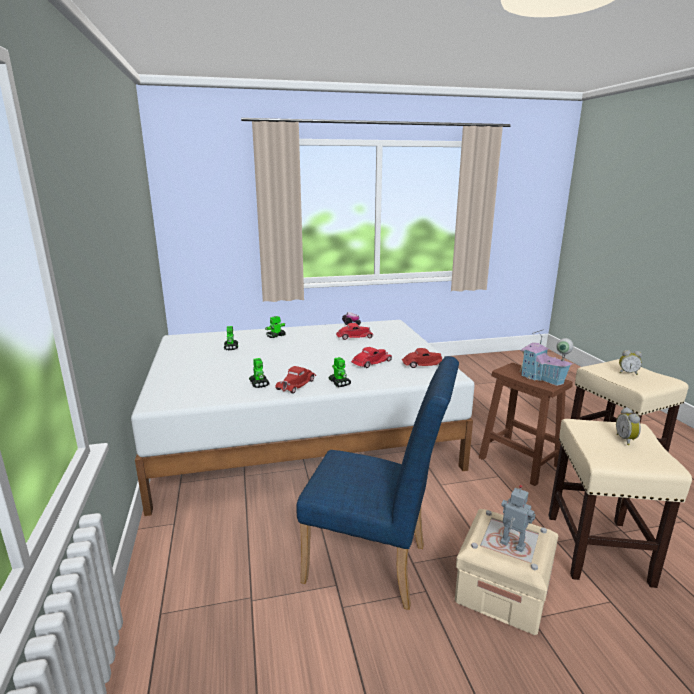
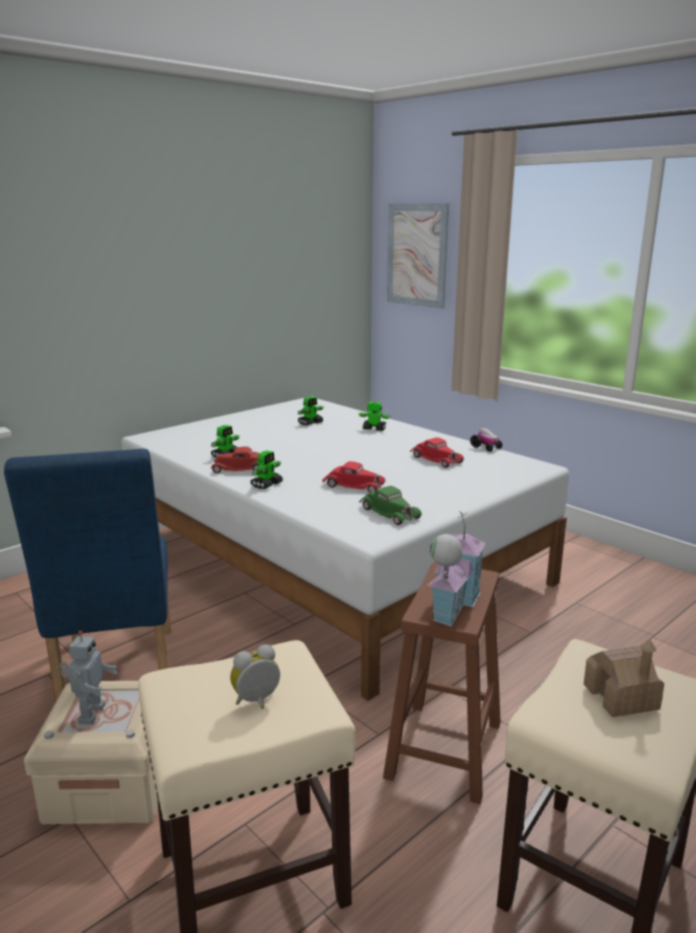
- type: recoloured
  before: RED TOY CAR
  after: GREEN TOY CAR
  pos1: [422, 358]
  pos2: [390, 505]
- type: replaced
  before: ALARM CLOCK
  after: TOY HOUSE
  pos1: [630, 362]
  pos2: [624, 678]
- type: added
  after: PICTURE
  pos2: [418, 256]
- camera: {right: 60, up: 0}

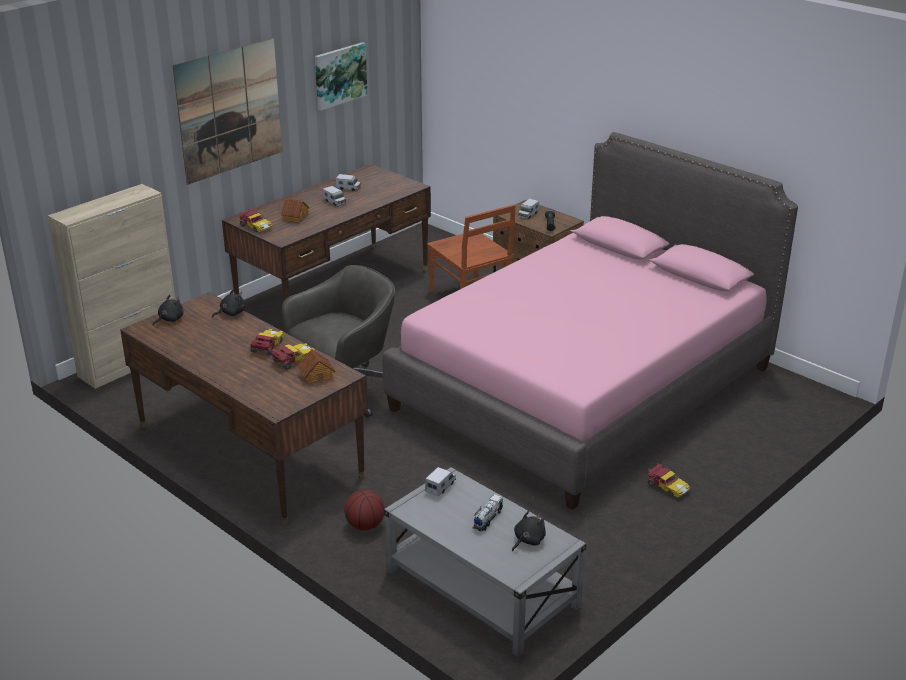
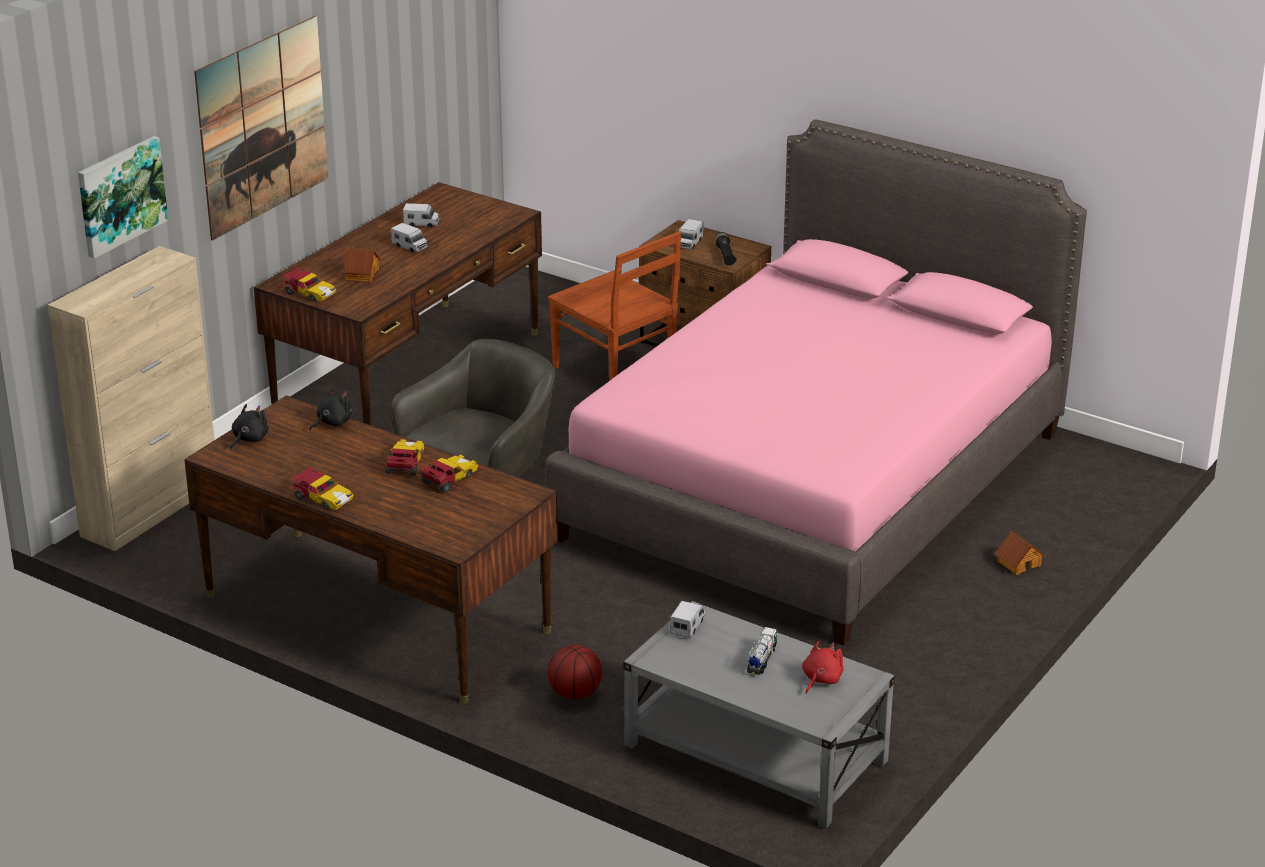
- type: moved
  before: TOY HOUSE
  pos1: [316, 366]
  pos2: [1019, 553]
- type: moved
  before: PICTURE
  pos1: [341, 76]
  pos2: [123, 197]
- type: recoloured
  before: BLACK PLUSH TOY
  after: RED PLUSH TOY
  pos1: [529, 530]
  pos2: [823, 667]
- type: moved
  before: TOY CAR
  pos1: [669, 480]
  pos2: [323, 488]
- camera: {right: -10, up: 0}

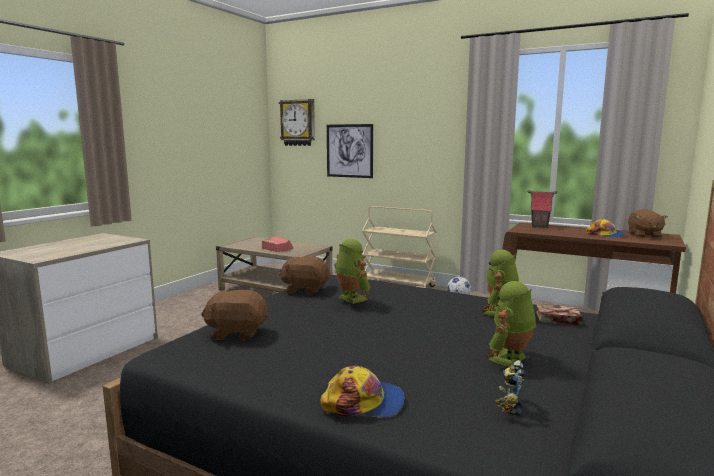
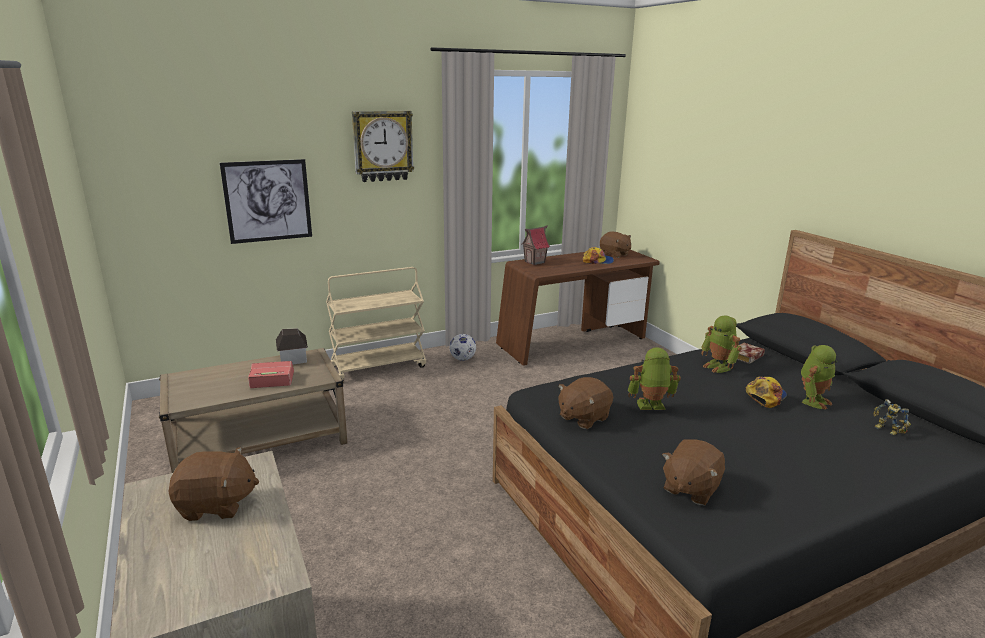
- type: moved
  before: WALL CLOCK
  pos1: [297, 122]
  pos2: [383, 146]
- type: moved
  before: CAP
  pos1: [362, 392]
  pos2: [766, 392]
- type: turned
  before: TOY ROBOT
  pos1: [511, 324]
  pos2: [819, 377]
  turn: -120
- type: added
  after: BROWN PLUSH TOY
  pos2: [213, 484]
- type: added
  after: TOY HOUSE
  pos2: [292, 346]
- camera: {right: -55, up: 10}

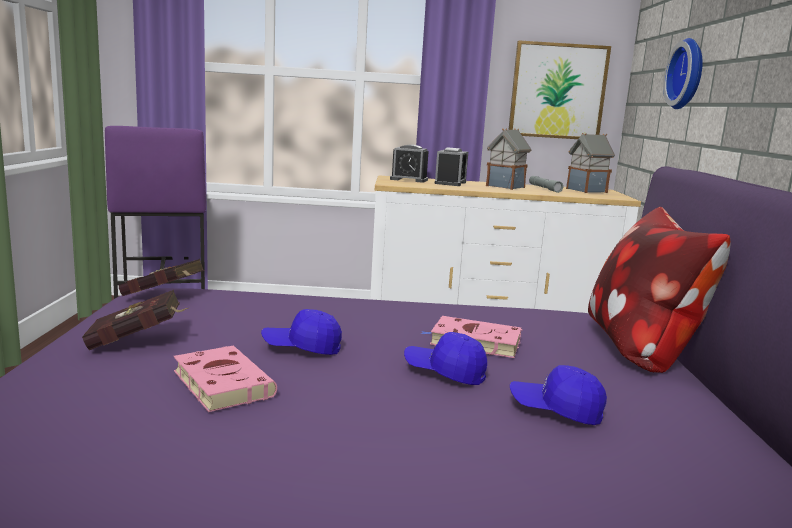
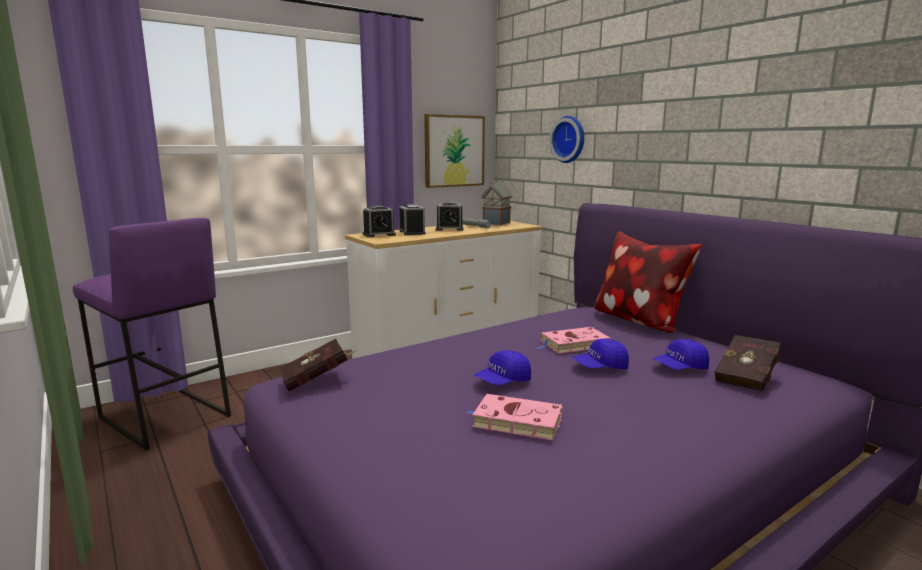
- type: moved
  before: RED BOOK
  pos1: [136, 320]
  pos2: [748, 363]
- type: replaced
  before: TOY HOUSE
  after: ALARM CLOCK
  pos1: [509, 159]
  pos2: [450, 216]
- camera: {right: -35, up: 0}

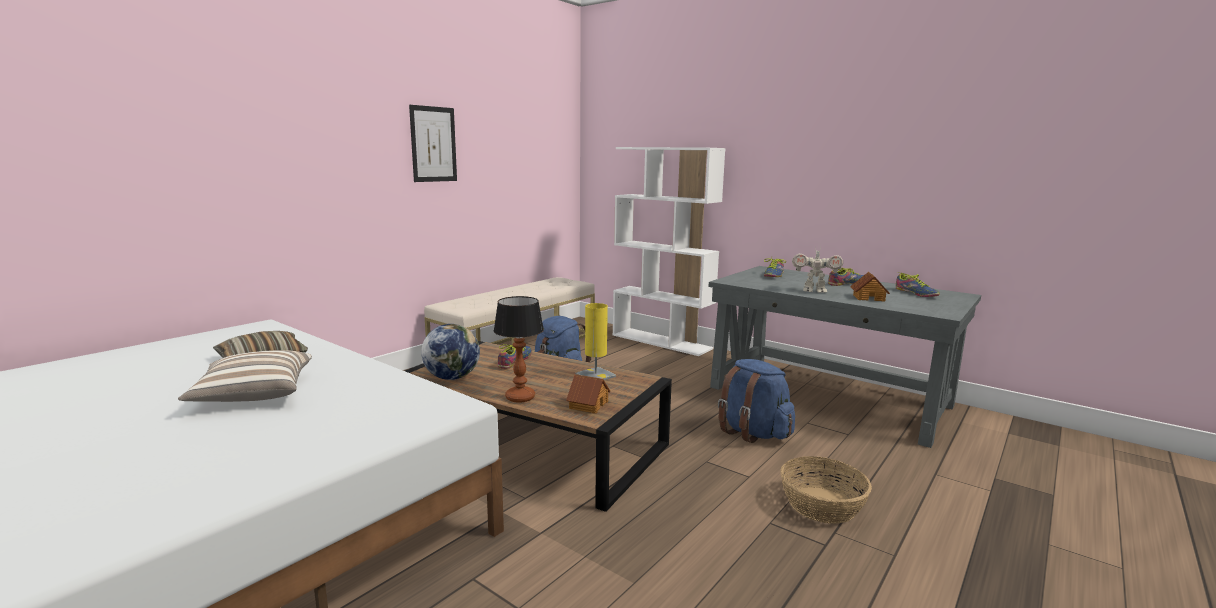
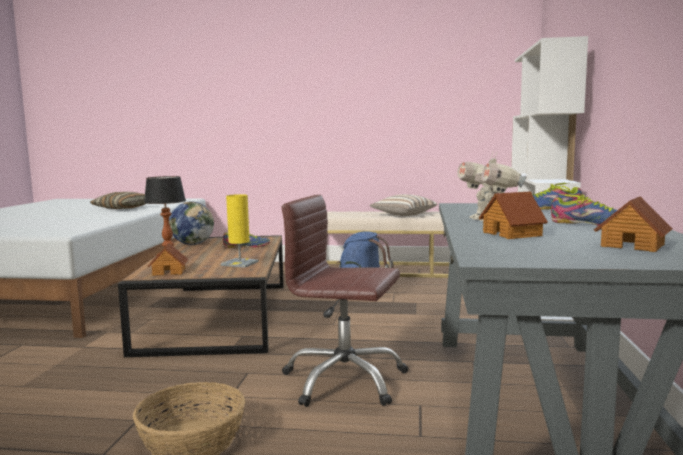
- type: moved
  before: PILLOW
  pos1: [245, 376]
  pos2: [403, 205]
- type: removed
  before: PICTURE
  pos1: [433, 143]
- type: replaced
  before: BLUE BACKPACK
  after: BROWN OFFICE CHAIR
  pos1: [756, 401]
  pos2: [345, 301]
- type: replaced
  before: SHOE
  after: TOY HOUSE
  pos1: [918, 284]
  pos2: [633, 224]
- camera: {right: 60, up: -5}

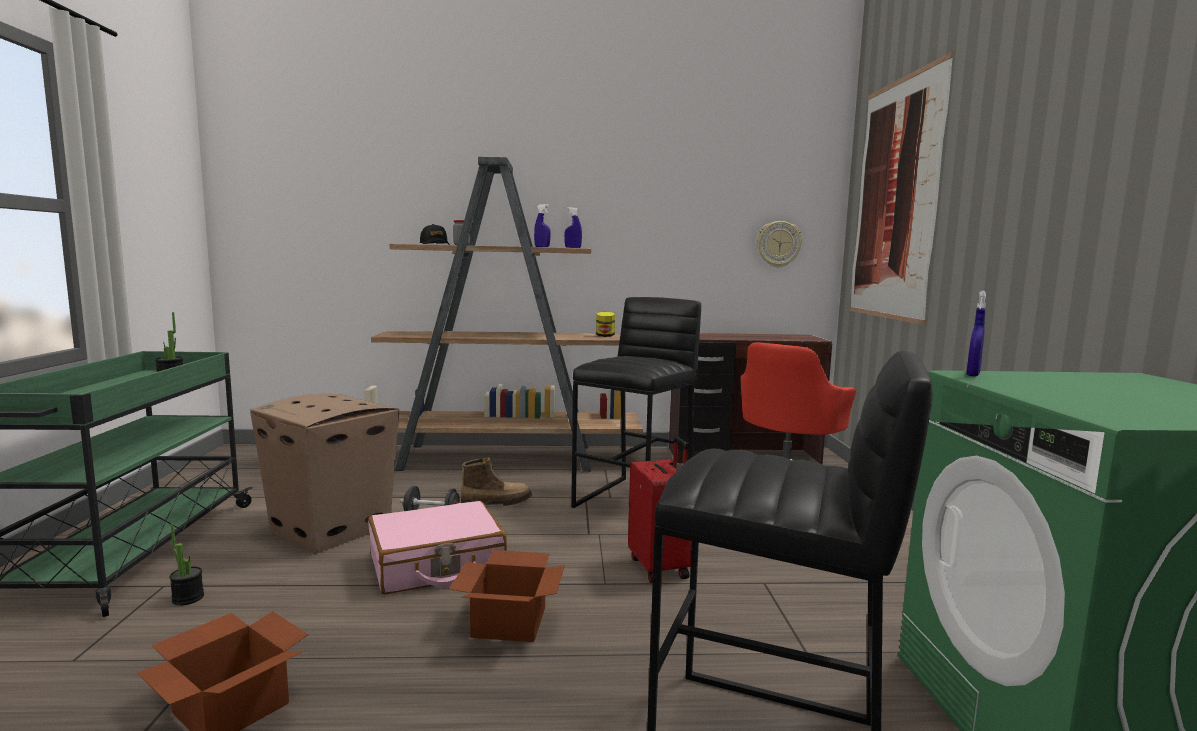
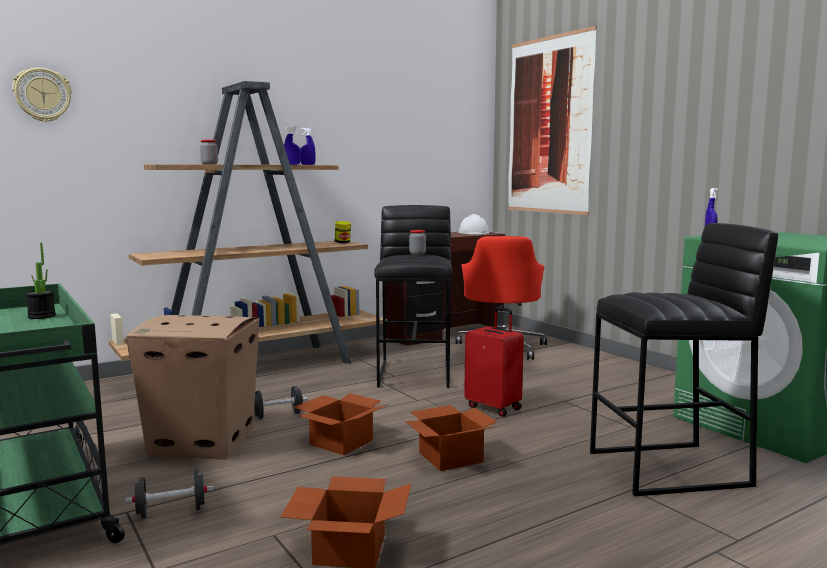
- type: replaced
  before: POTTED PLANT
  after: BLACK DUMBBELL
  pos1: [186, 564]
  pos2: [169, 494]
- type: replaced
  before: PINK SUITCASE
  after: CARDBOARD BOX
  pos1: [437, 547]
  pos2: [341, 424]
- type: removed
  before: BLACK CAP
  pos1: [435, 234]
- type: removed
  before: BOOT
  pos1: [496, 481]
- type: moved
  before: WALL CLOCK
  pos1: [779, 244]
  pos2: [42, 95]
- type: added
  after: JAR
  pos2: [417, 242]
- type: added
  after: WHITE HARD HAT
  pos2: [473, 224]
- camera: {right: -30, up: 0}

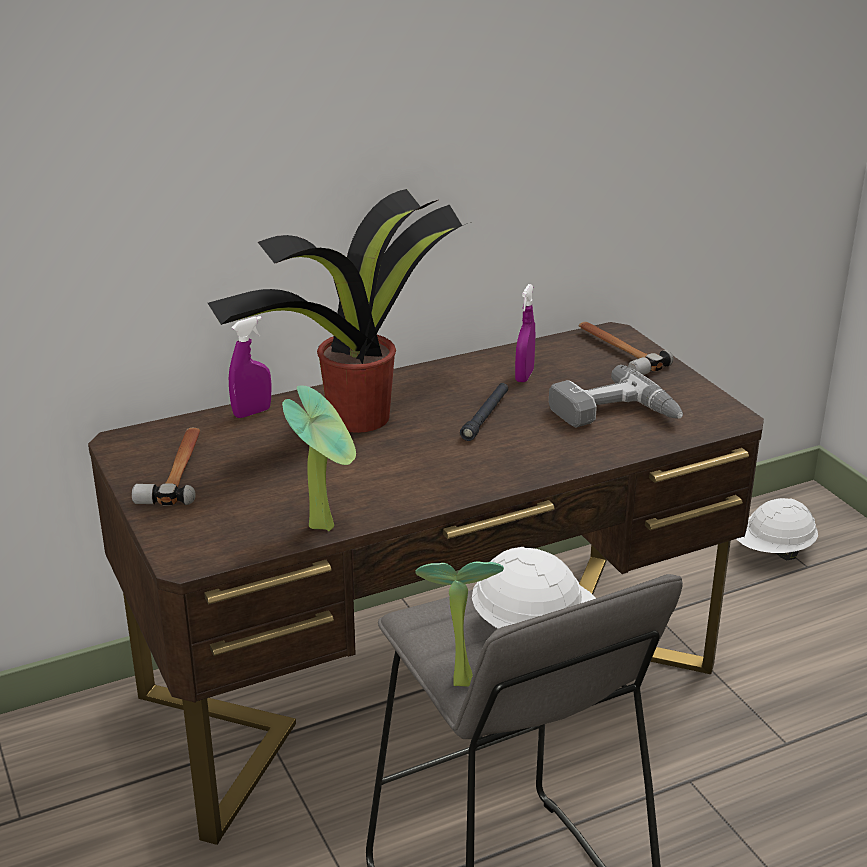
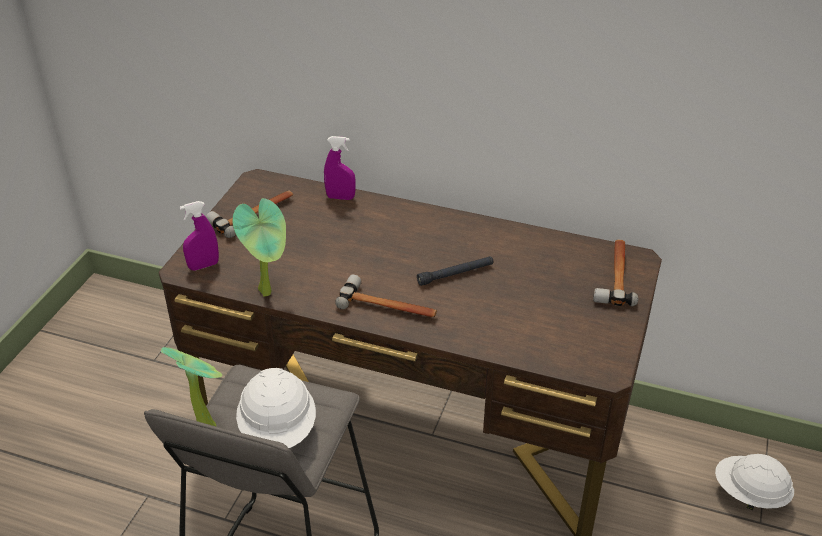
- type: removed
  before: POTTED PLANT
  pos1: [339, 311]
- type: moved
  before: PURPLE SPRAY BOTTLE
  pos1: [525, 333]
  pos2: [199, 235]
- type: removed
  before: POWER DRILL
  pos1: [616, 396]
- type: added
  after: HAMMER
  pos2: [386, 296]
- camera: {right: 45, up: 10}

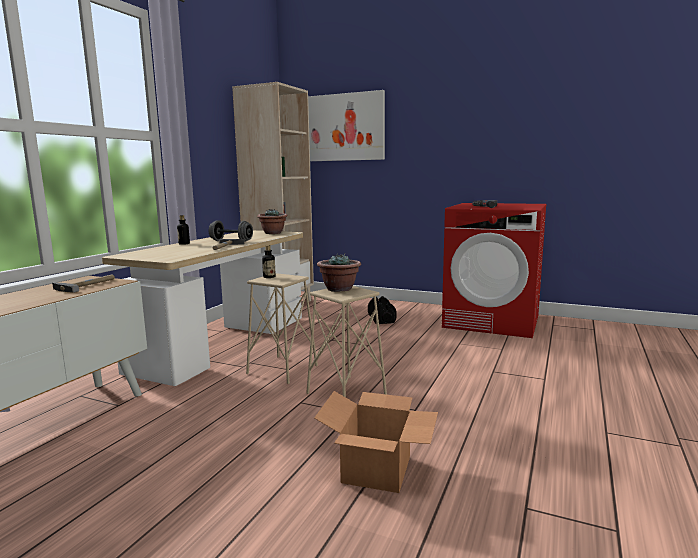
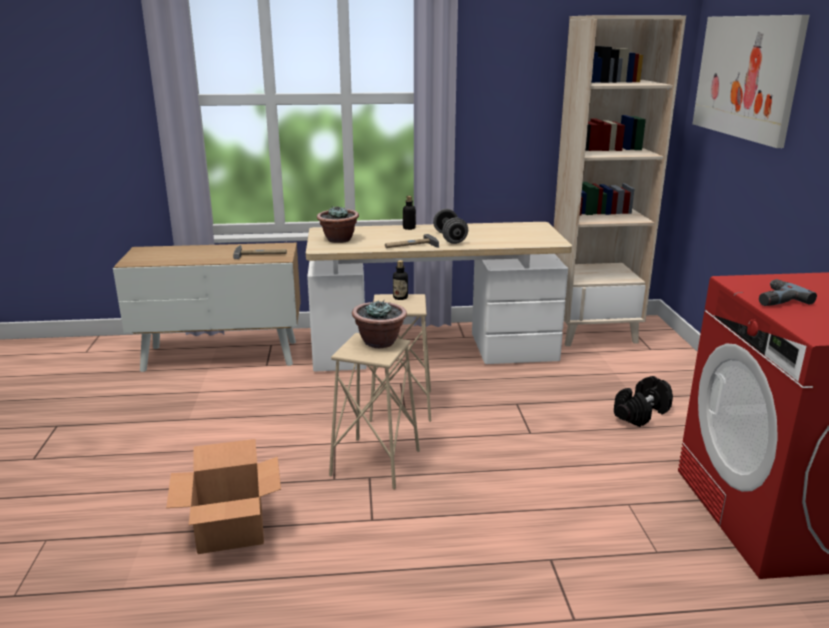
- type: moved
  before: POTTED PLANT
  pos1: [272, 221]
  pos2: [338, 224]
- camera: {right: 60, up: 10}

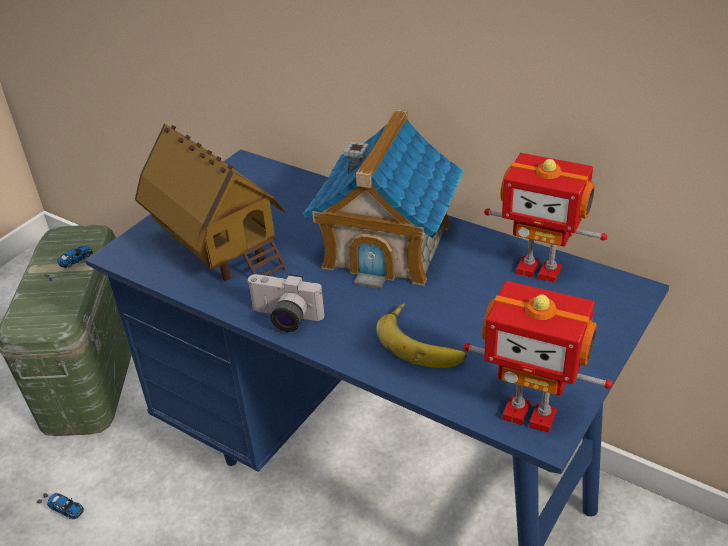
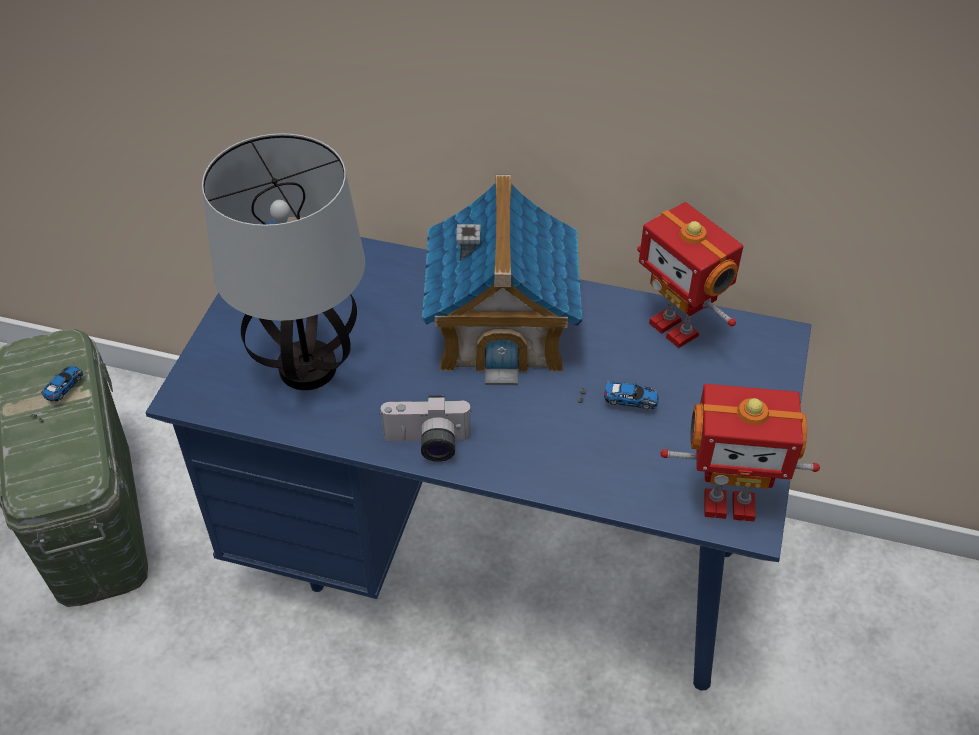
- type: moved
  before: TOY CAR
  pos1: [60, 505]
  pos2: [618, 395]
- type: replaced
  before: TOY HOUSE
  after: TABLE LAMP
  pos1: [211, 202]
  pos2: [283, 261]
- type: removed
  before: BANANA
  pos1: [421, 335]
- type: turned
  before: TOY ROBOT
  pos1: [546, 218]
  pos2: [690, 275]
  turn: 45
- camera: {right: -20, up: 10}

